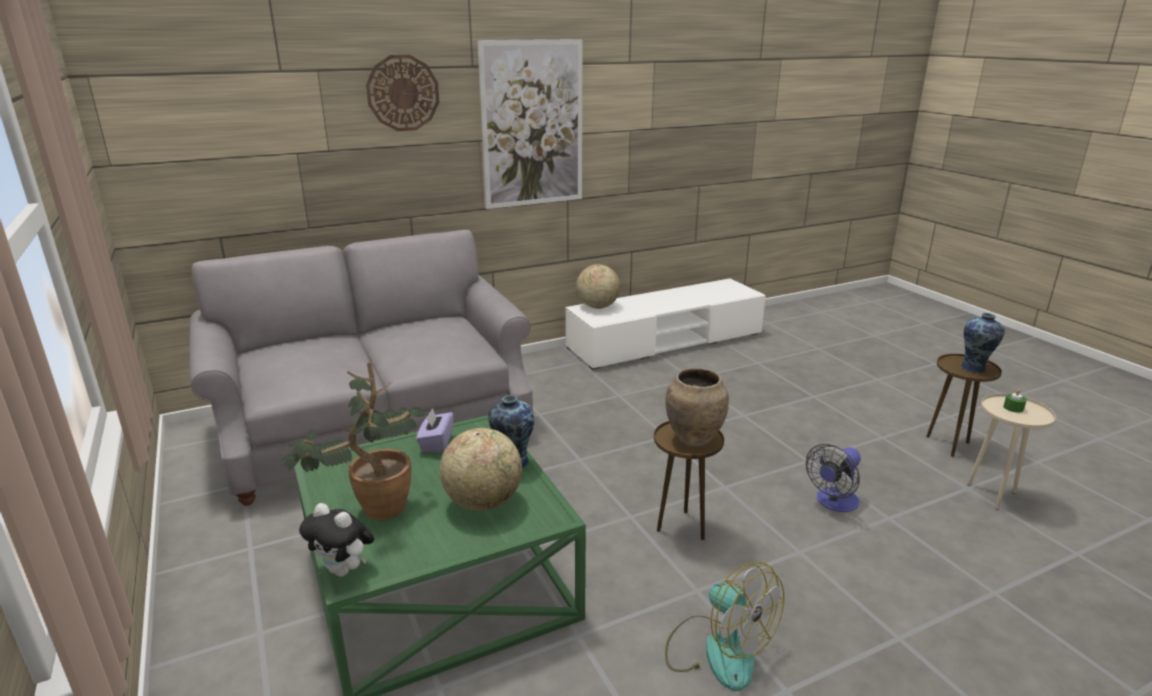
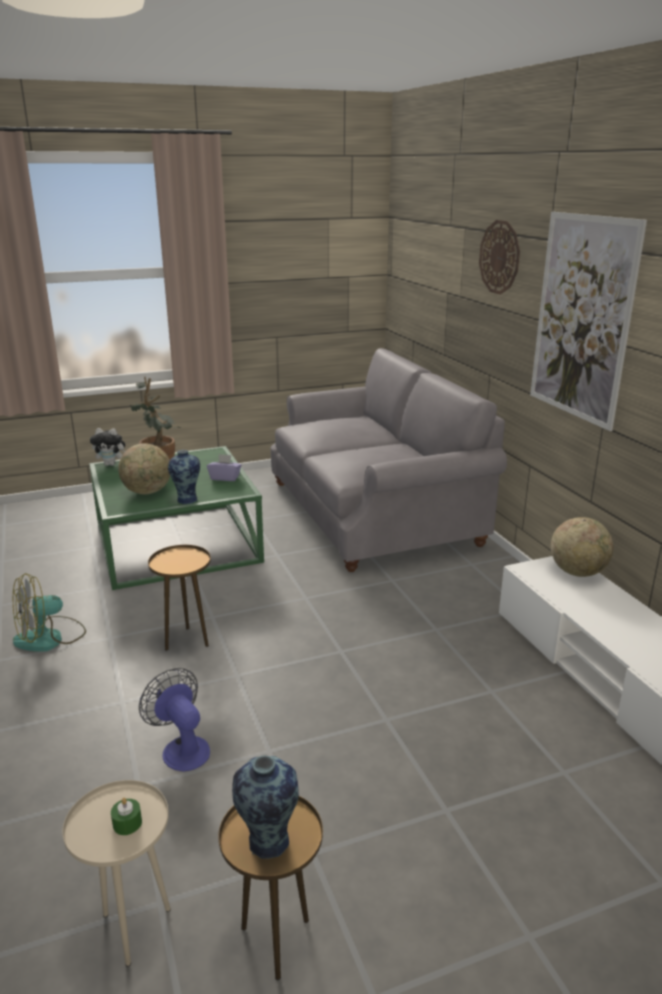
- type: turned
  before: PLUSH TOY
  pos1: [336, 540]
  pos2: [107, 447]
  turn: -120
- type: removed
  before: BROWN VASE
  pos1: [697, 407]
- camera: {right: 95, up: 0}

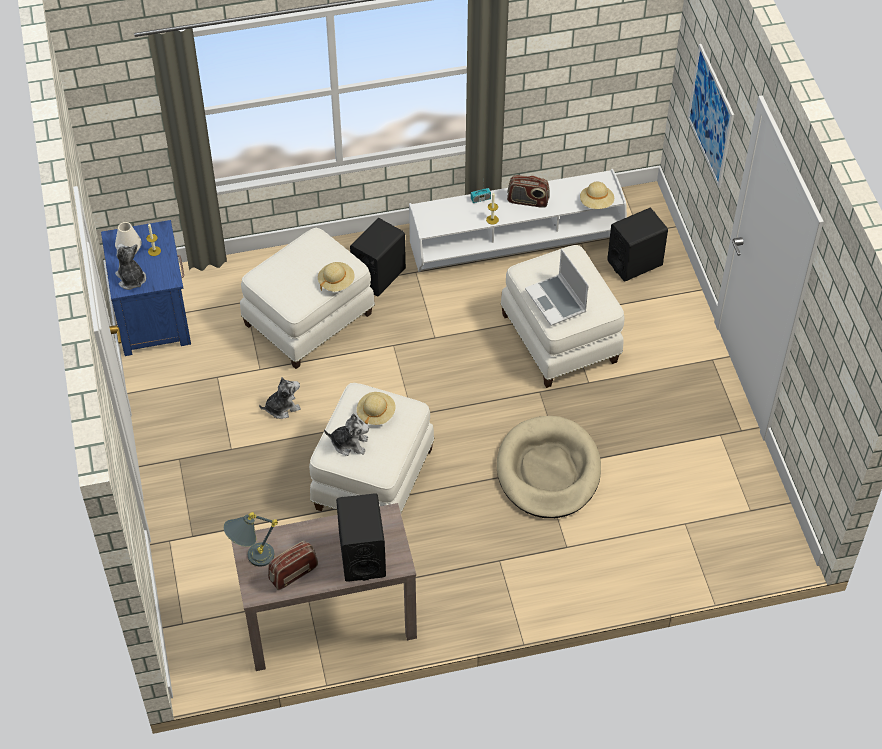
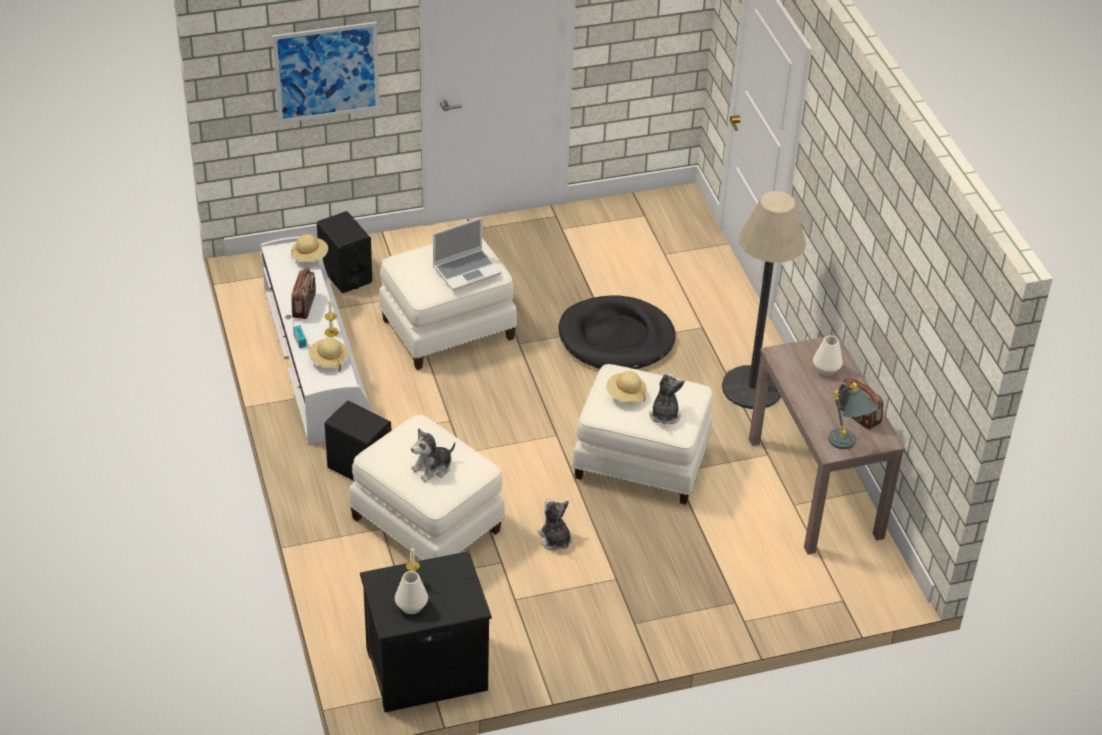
- type: recoloured
  before: BLUE NIGHTSTAND
  after: BLACK NIGHTSTAND
  pos1: [146, 288]
  pos2: [426, 631]
- type: moved
  before: PLUSH TOY
  pos1: [130, 267]
  pos2: [433, 455]
- type: moved
  before: BEIGE HAT
  pos1: [336, 277]
  pos2: [328, 354]
- type: replaced
  before: BLACK SPEAKER
  after: WHITE VASE
  pos1: [361, 537]
  pos2: [828, 356]
- type: recoloured
  before: BEIGE DOG BED
  after: BLACK DOG BED
  pos1: [549, 467]
  pos2: [617, 332]
- type: added
  after: FLOOR LAMP
  pos2: [764, 300]
- camera: {right: -95, up: -10}

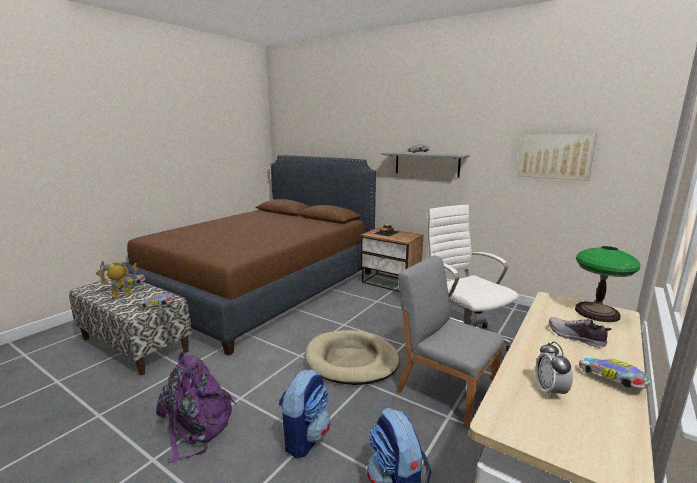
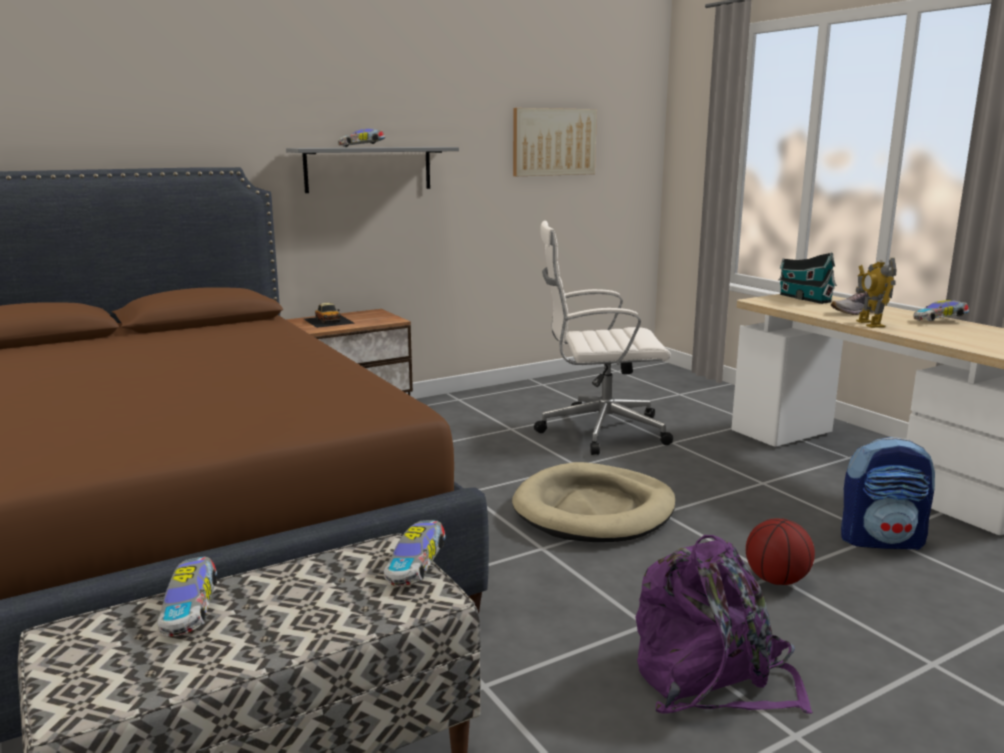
- type: moved
  before: TOY ROBOT
  pos1: [117, 279]
  pos2: [876, 293]
- type: replaced
  before: BACKPACK
  after: BASKETBALL
  pos1: [304, 413]
  pos2: [780, 551]
- type: removed
  before: GREY CHAIR
  pos1: [450, 341]
- type: removed
  before: ALARM CLOCK
  pos1: [554, 370]
- type: replaced
  before: TABLE LAMP
  after: TOY HOUSE
  pos1: [607, 284]
  pos2: [808, 278]
- camera: {right: -65, up: 0}

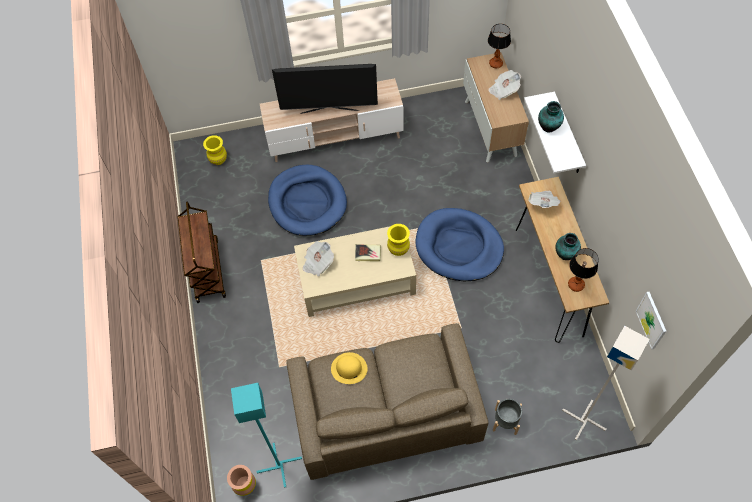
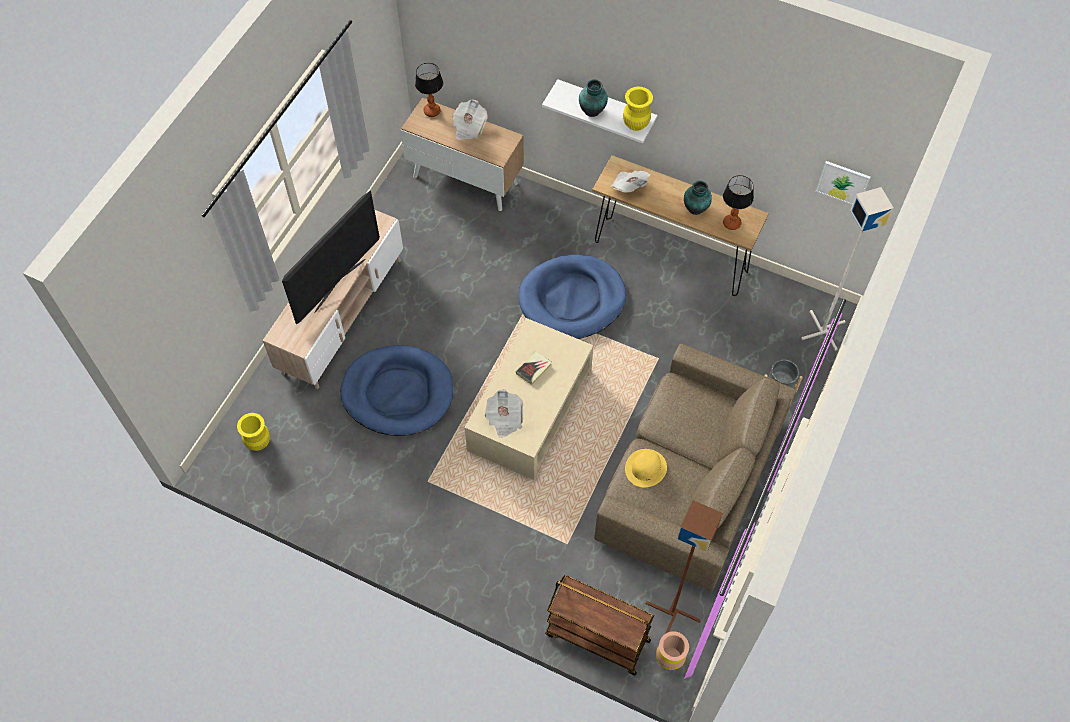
- type: moved
  before: BROWN CART
  pos1: [201, 252]
  pos2: [599, 625]
- type: recoloured
  before: TURQUOISE FLOOR LAMP
  after: BROWN FLOOR LAMP
  pos1: [266, 435]
  pos2: [684, 567]
- type: moved
  before: YELLOW VASE
  pos1: [398, 240]
  pos2: [638, 109]
- camera: {right: -55, up: 0}

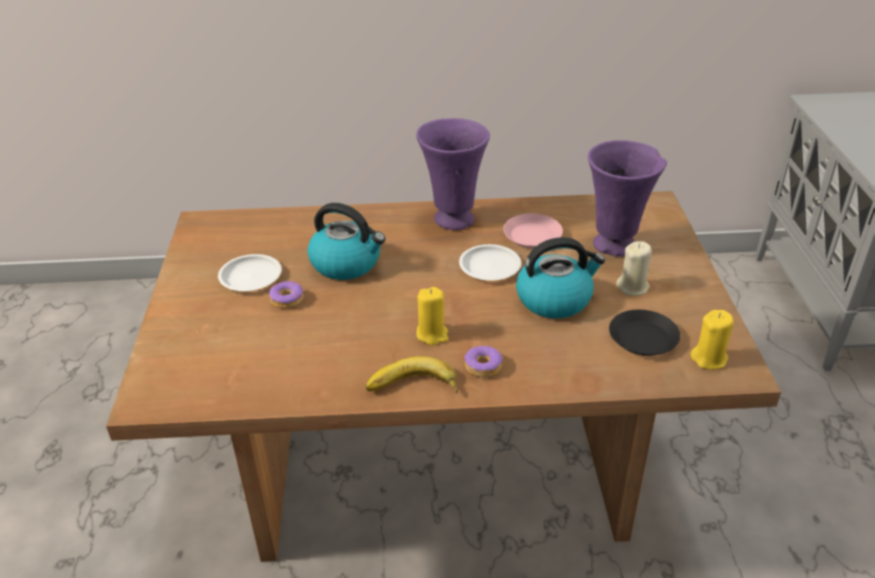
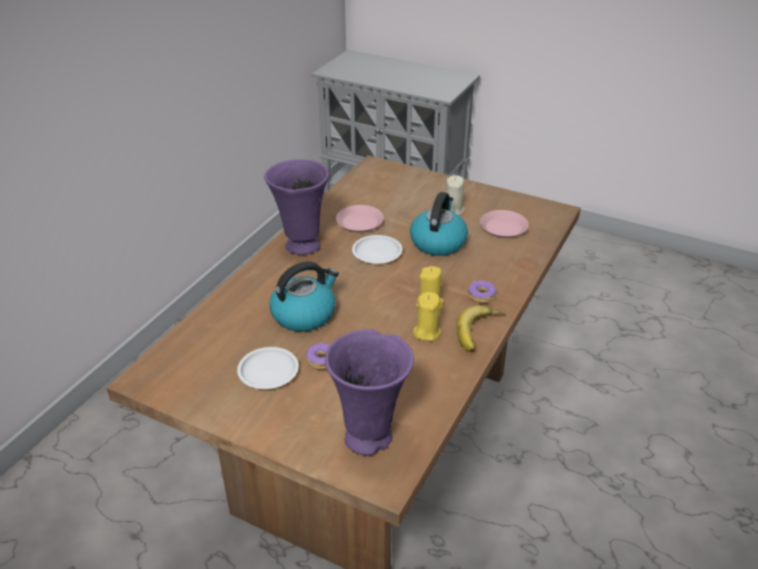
- type: moved
  before: PURPLE VASE
  pos1: [627, 198]
  pos2: [369, 392]
- type: recoloured
  before: BLACK PLATE
  after: PINK PLATE
  pos1: [644, 333]
  pos2: [504, 224]
- type: moved
  before: YELLOW CANDLE
  pos1: [712, 339]
  pos2: [427, 316]
- camera: {right: -60, up: 0}

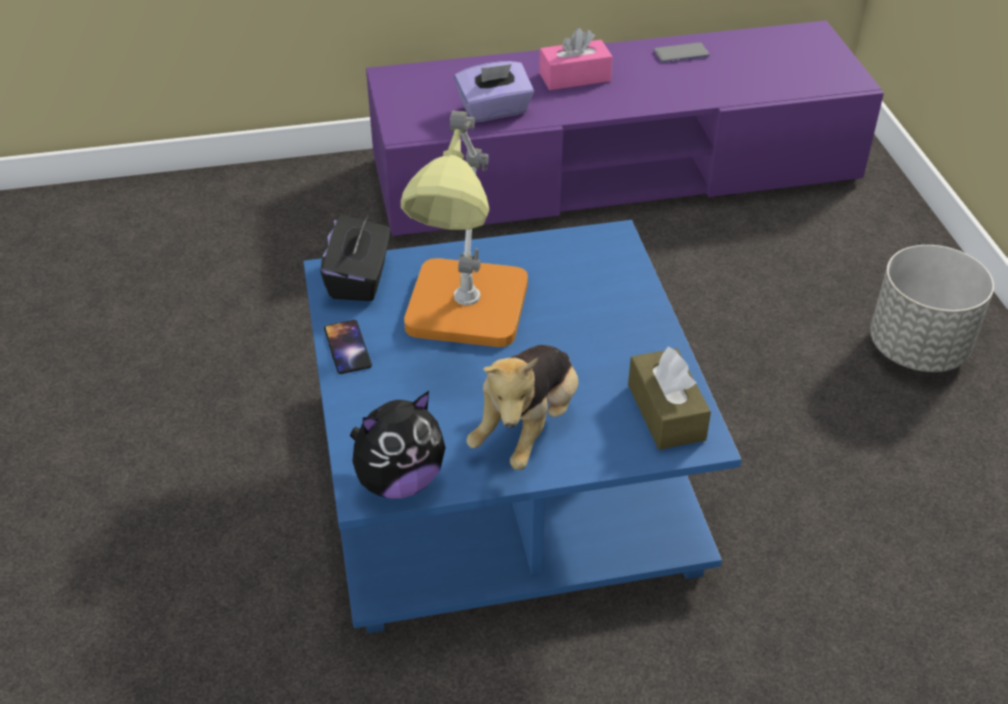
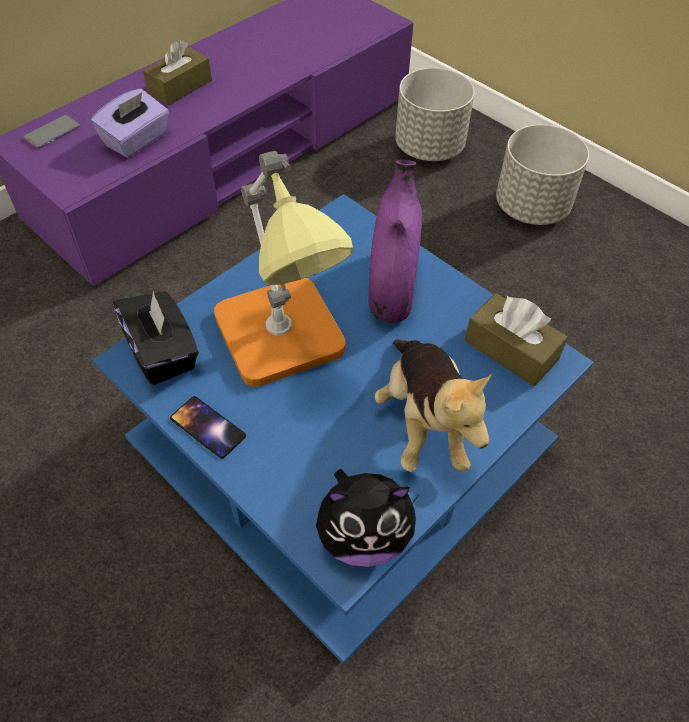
- type: turned
  before: PLUSH TOY
  pos1: [398, 445]
  pos2: [367, 518]
  turn: 60
- type: recoloured
  before: PINK TISSUE BOX
  after: BROWN TISSUE BOX
  pos1: [576, 59]
  pos2: [177, 73]
- type: moved
  before: PHONE
  pos1: [681, 52]
  pos2: [52, 131]
- type: added
  after: PURPLE VASE
  pos2: [395, 241]
- type: added
  after: GREY PLANTER
  pos2: [435, 114]
- camera: {right: -35, up: 10}

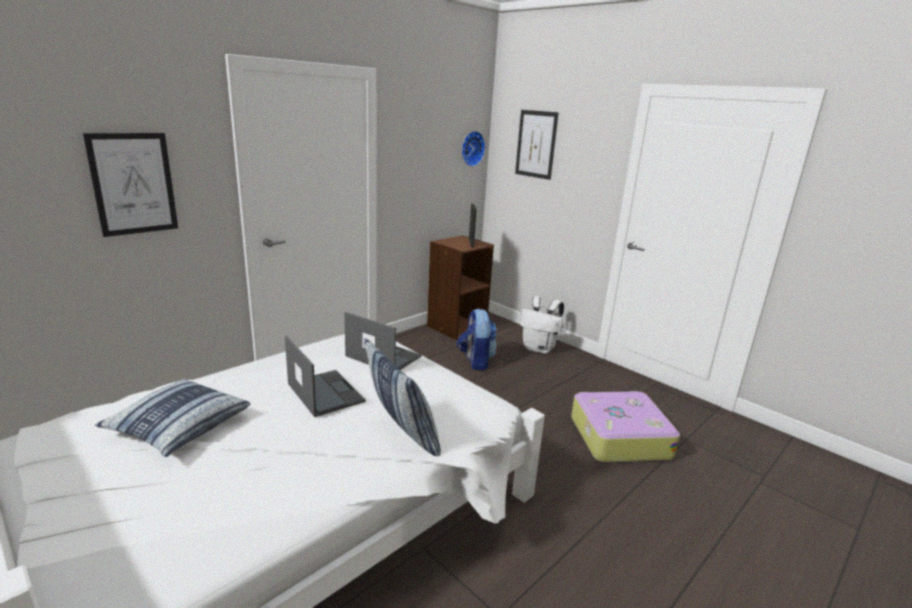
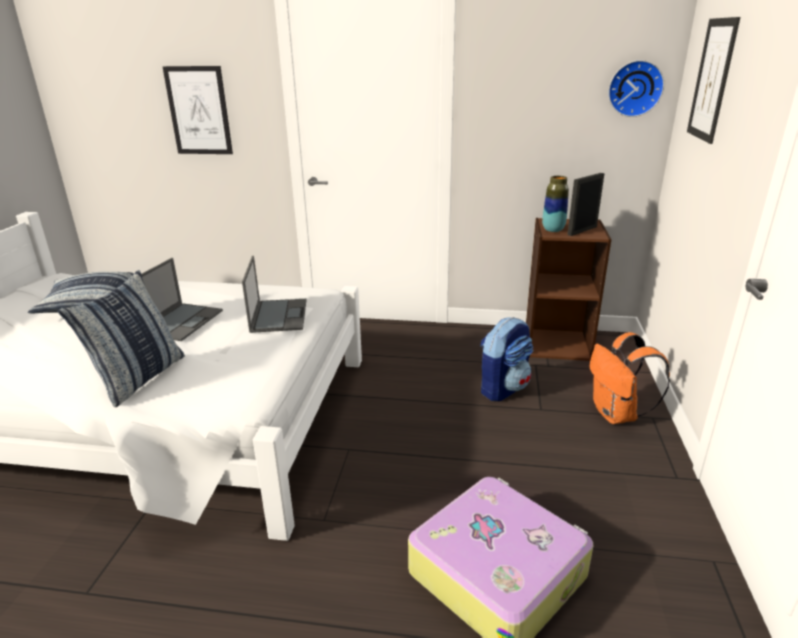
- type: recoloured
  before: WHITE BACKPACK
  after: ORANGE BACKPACK
  pos1: [542, 325]
  pos2: [630, 378]
- type: added
  after: VASE
  pos2: [555, 204]
- camera: {right: 55, up: 5}

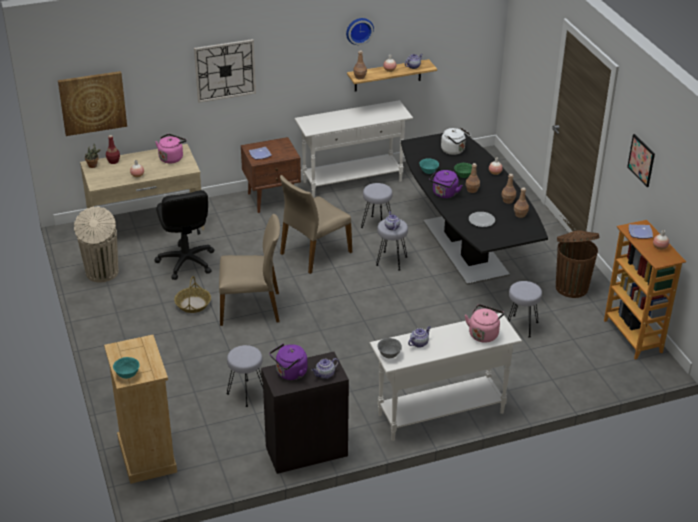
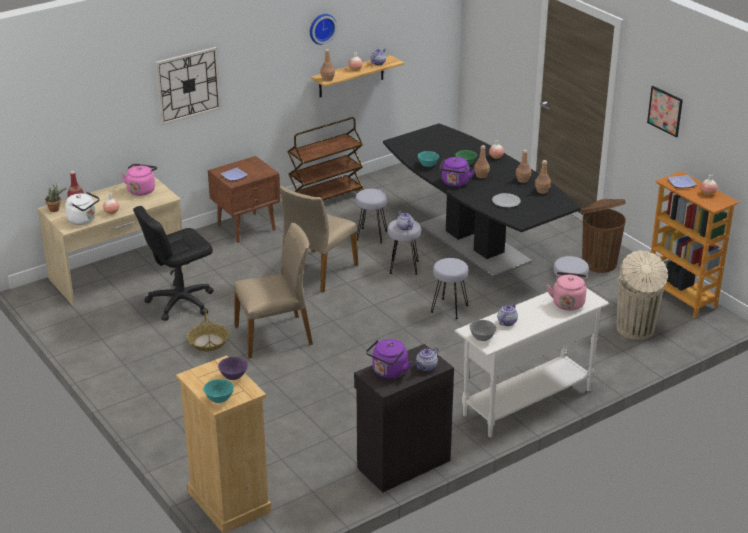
- type: removed
  before: PICTURE
  pos1: [92, 103]
- type: moved
  before: BEIGE TRASH CAN
  pos1: [96, 244]
  pos2: [642, 295]
- type: turned
  before: BLACK OFFICE CHAIR
  pos1: [184, 235]
  pos2: [173, 263]
  turn: 90
- type: moved
  before: GREY STOOL
  pos1: [245, 376]
  pos2: [449, 288]
- type: replaced
  before: WHITE CONSOLE TABLE
  after: BROWN CART
  pos1: [353, 149]
  pos2: [325, 159]
- type: moved
  before: WHITE KETTLE
  pos1: [456, 141]
  pos2: [82, 208]
- type: added
  after: PURPLE BOWL
  pos2: [233, 368]
- camera: {right: -15, up: -5}

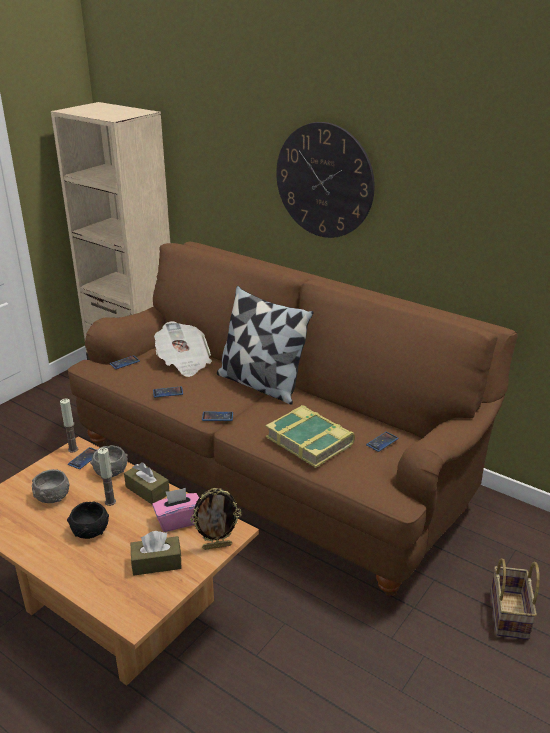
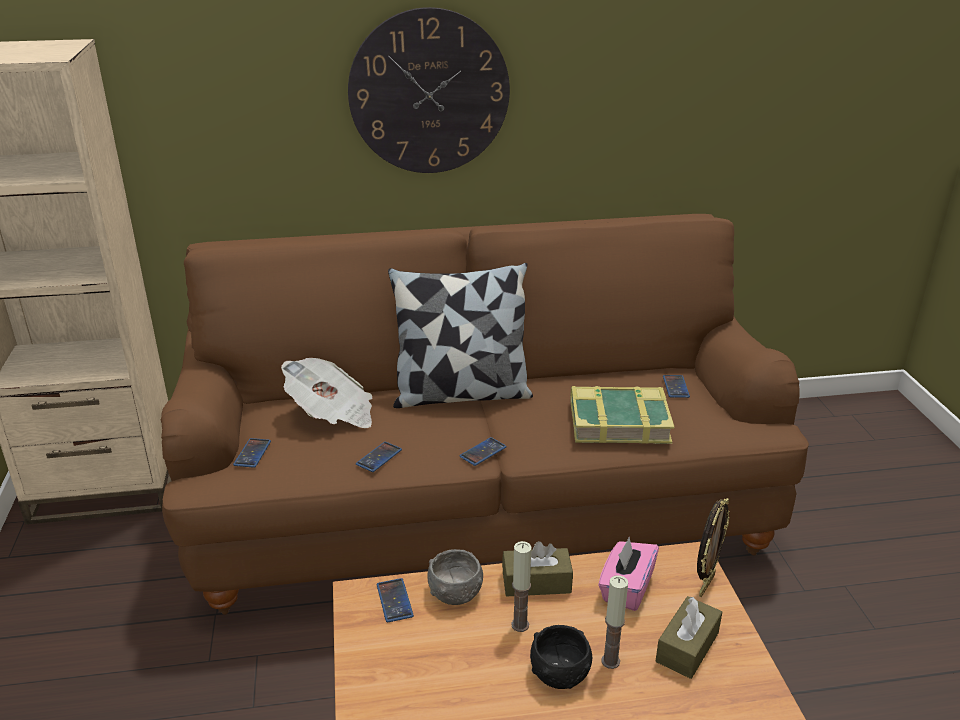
- type: removed
  before: GREY BOWL
  pos1: [51, 486]
- type: moved
  before: CANDLE
  pos1: [69, 425]
  pos2: [614, 622]
- type: removed
  before: BASKET
  pos1: [515, 598]
- camera: {right: -45, up: 0}

